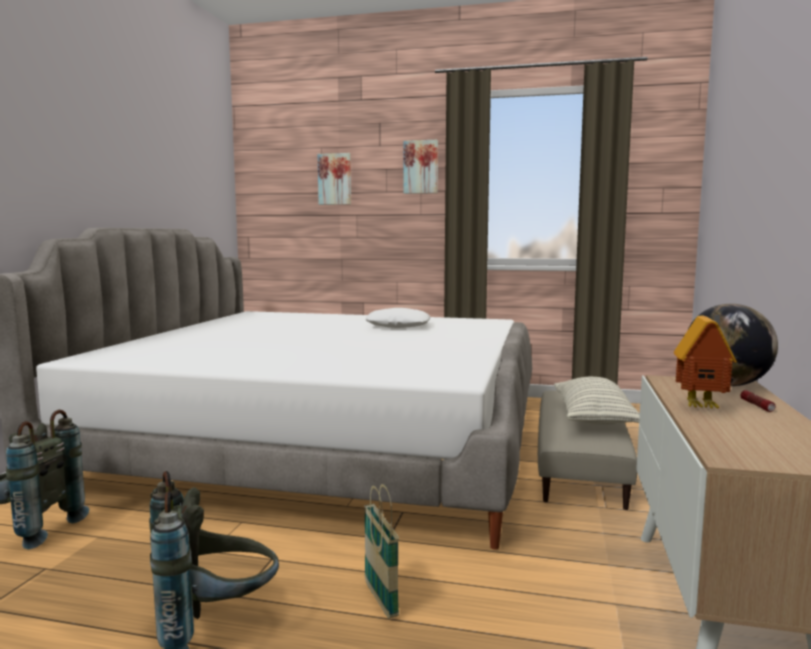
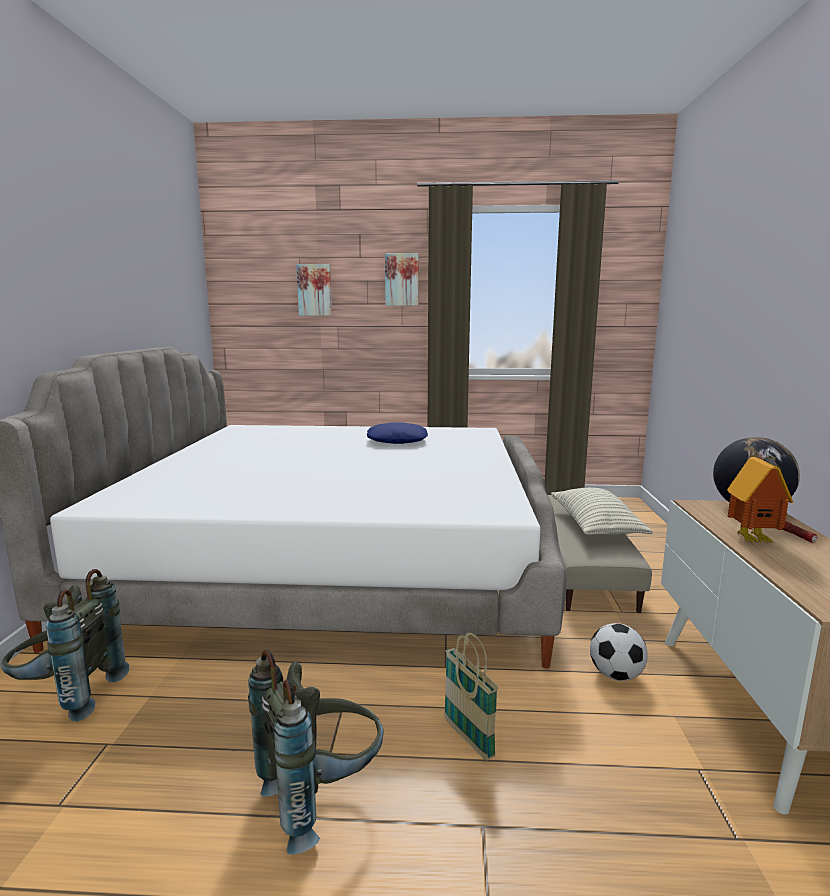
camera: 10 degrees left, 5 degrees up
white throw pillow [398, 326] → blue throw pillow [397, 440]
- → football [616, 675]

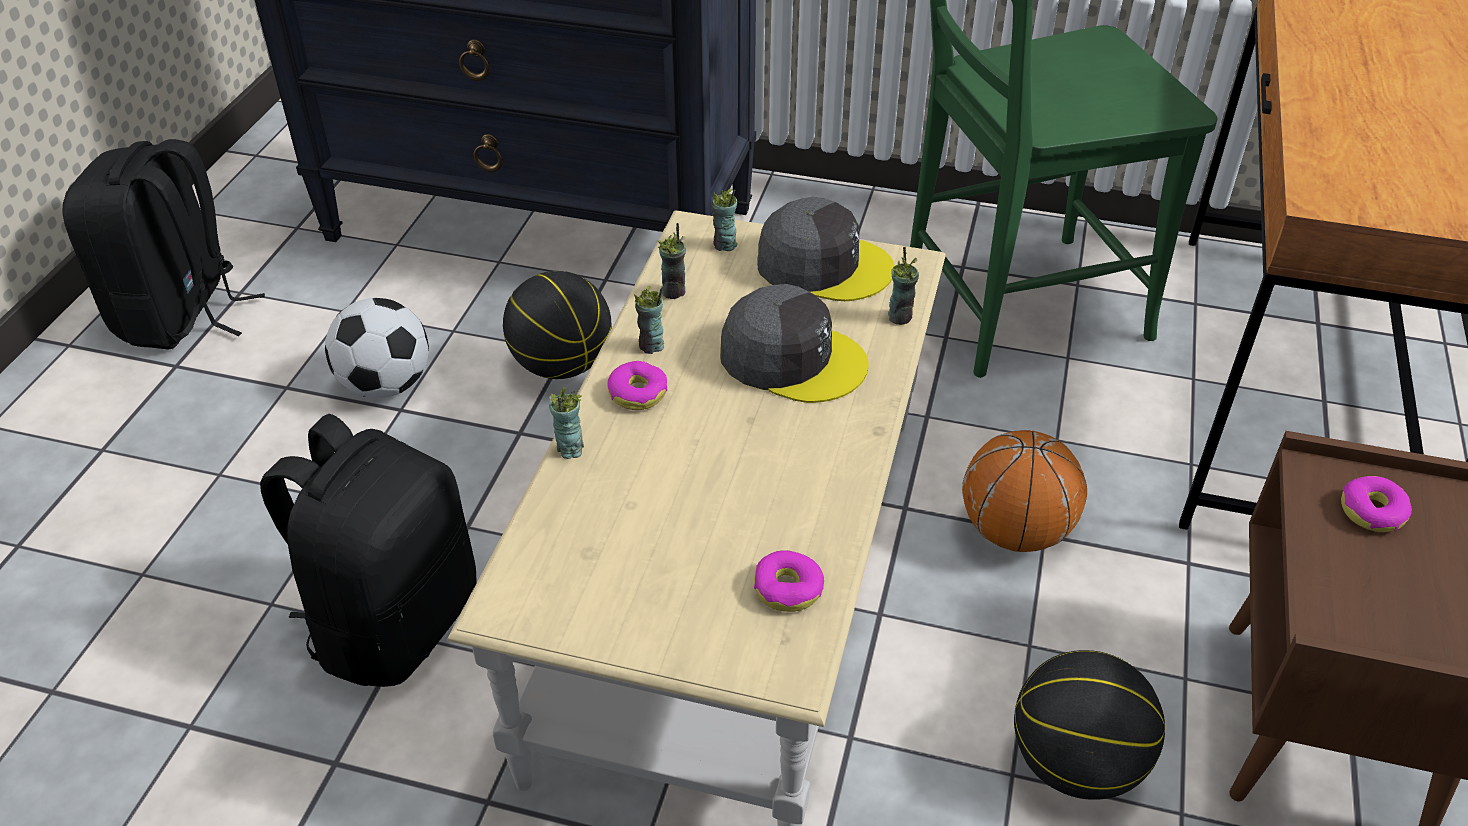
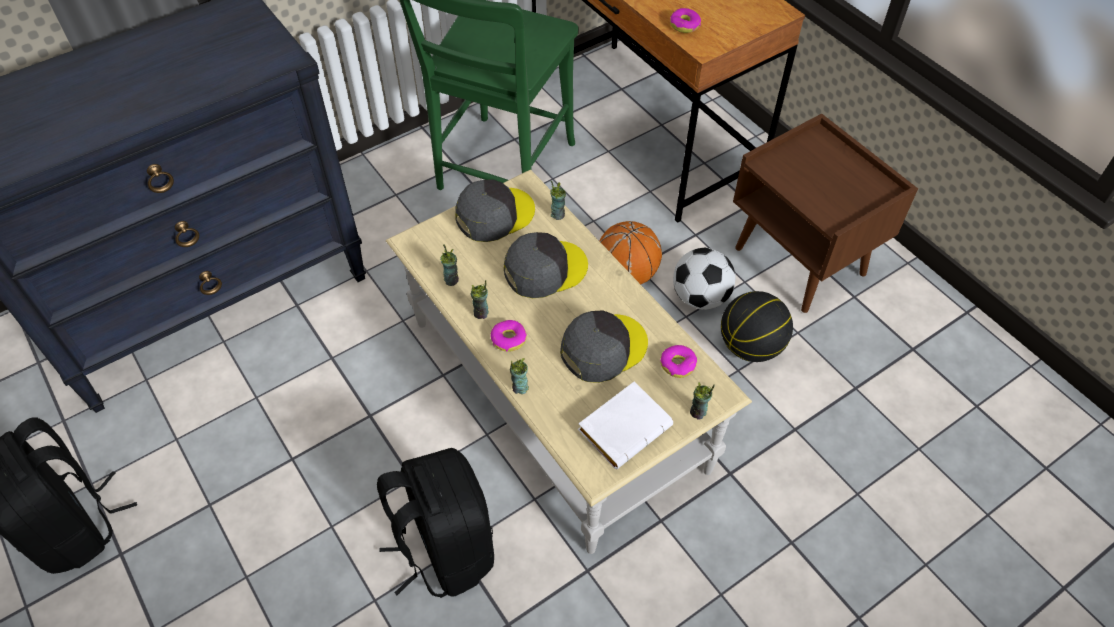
camera: 50 degrees left, 10 degrees up
football [386, 385] → football [700, 297], moved
ball for basketball [562, 365] → -
small cup [724, 245] → small cup [698, 412], moved
doughnut [1371, 512] → doughnut [684, 25], moved
- → grey peaked cap [603, 348]
- → white bound book [624, 426]

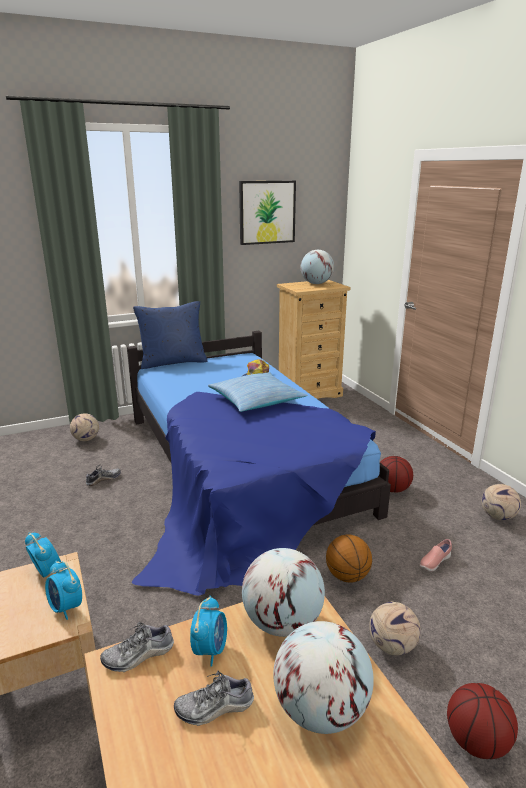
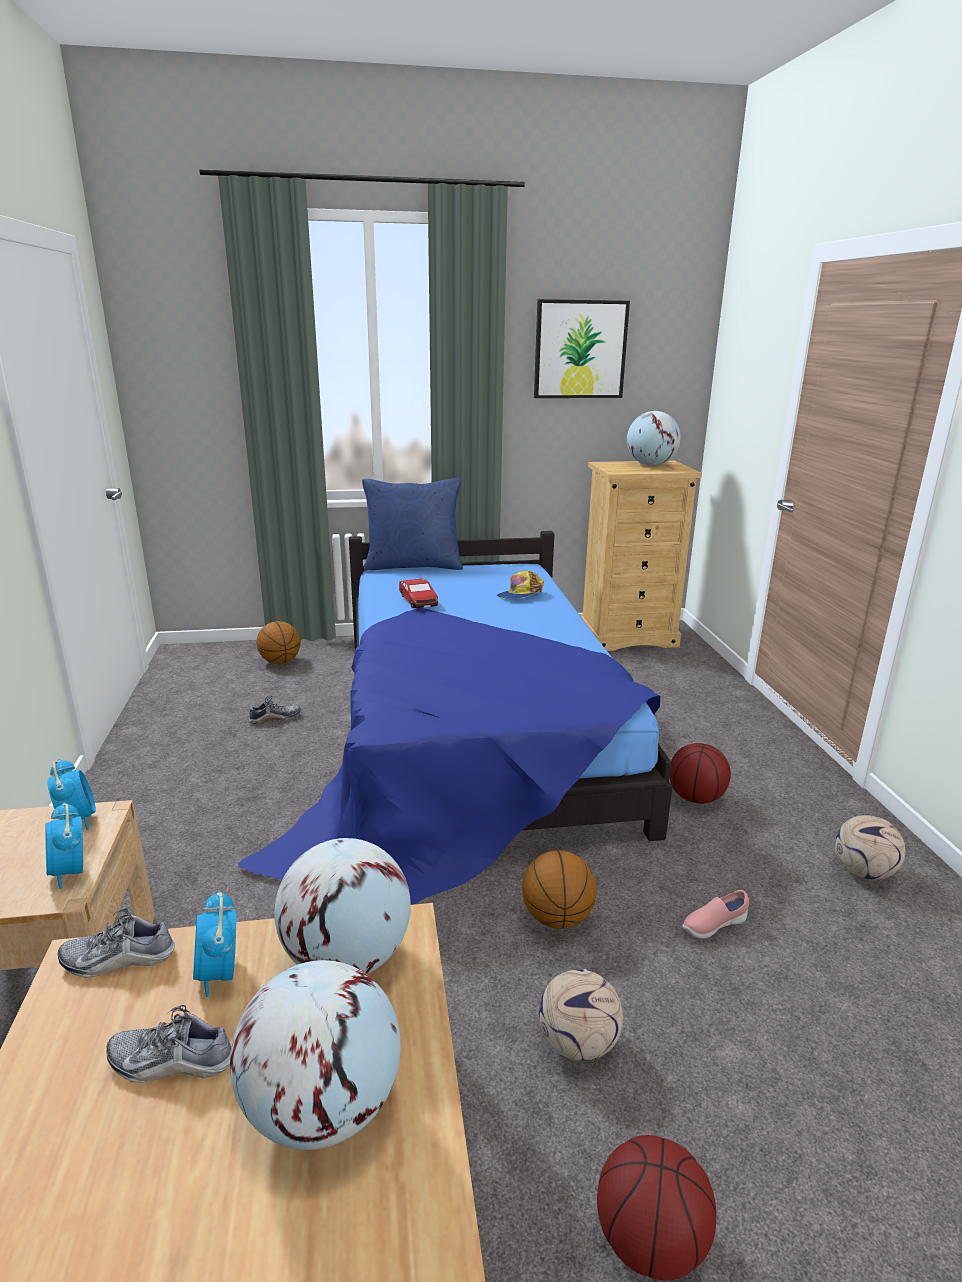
camera: 15 degrees right, 0 degrees up
football [86, 439] → ball for basketball [280, 661]
alarm clock [210, 649] → alarm clock [219, 974], 135 degrees clockwise
throw pillow [256, 400] → -
- → miniature car [418, 600]

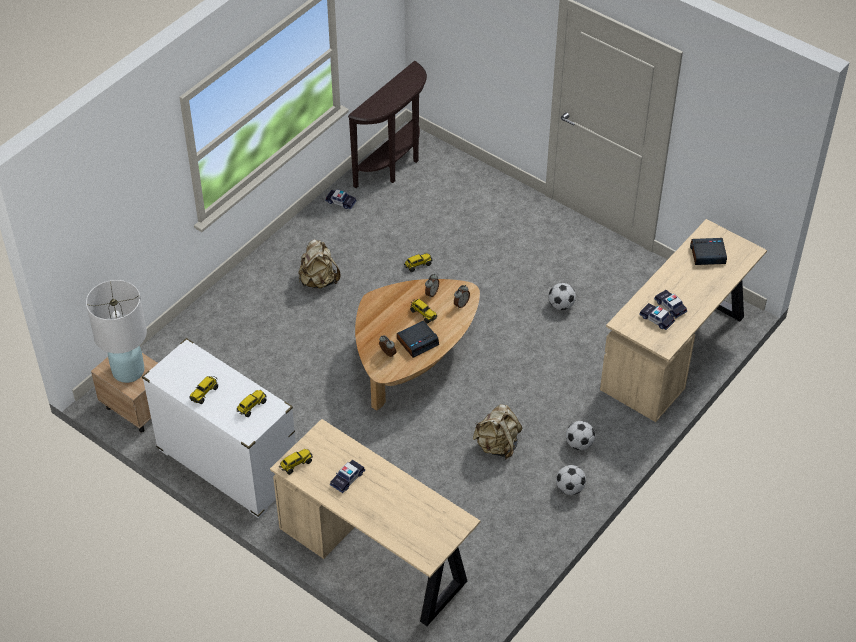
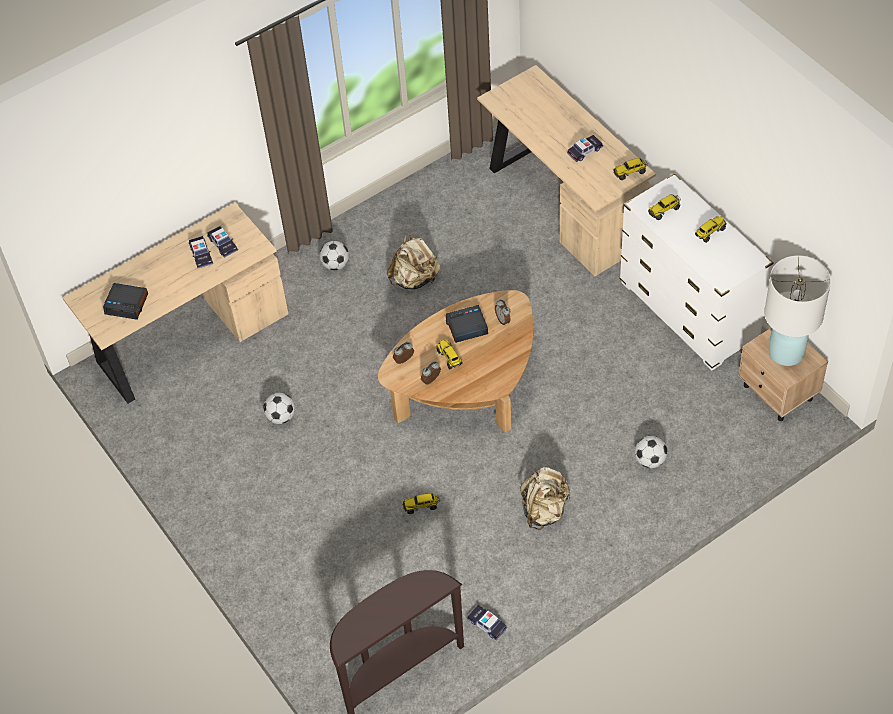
camera: 160 degrees left, 5 degrees up
football [570, 488] → football [650, 460], moved

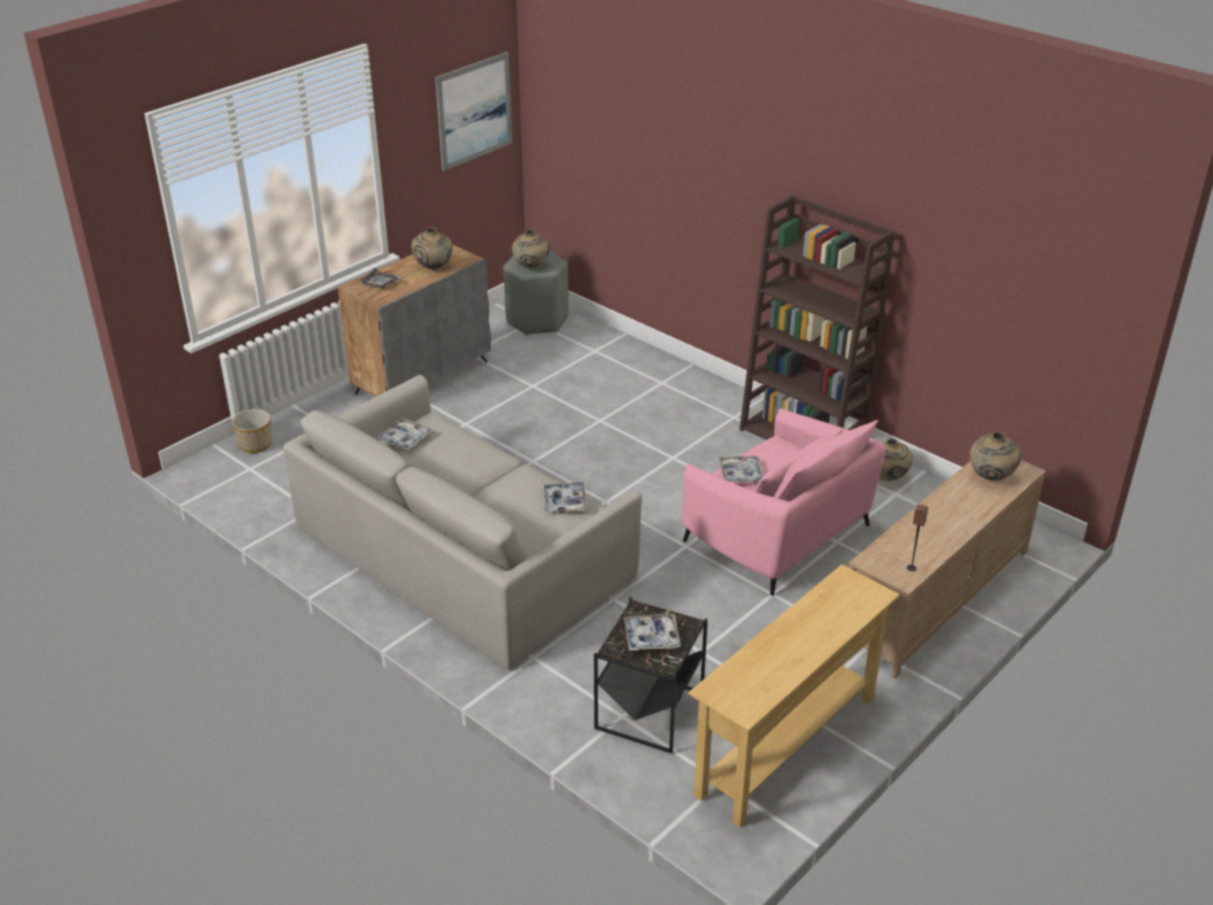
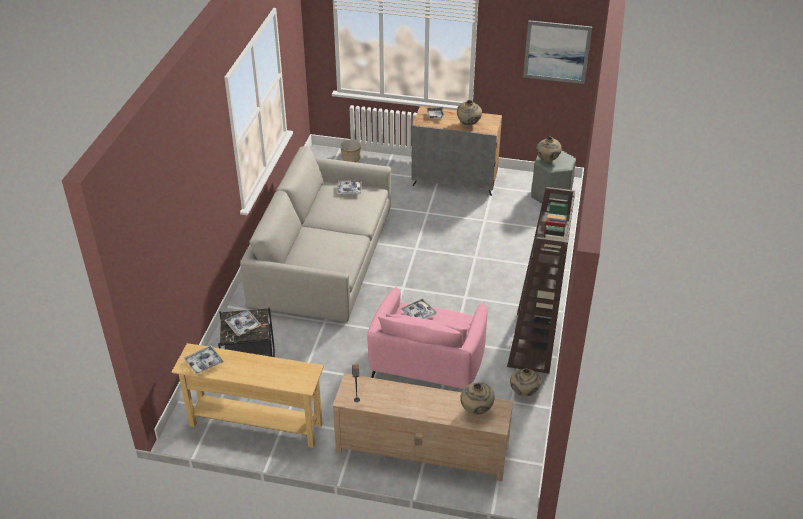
camera: 60 degrees right, 5 degrees up
tray [564, 502] → tray [204, 362], moved

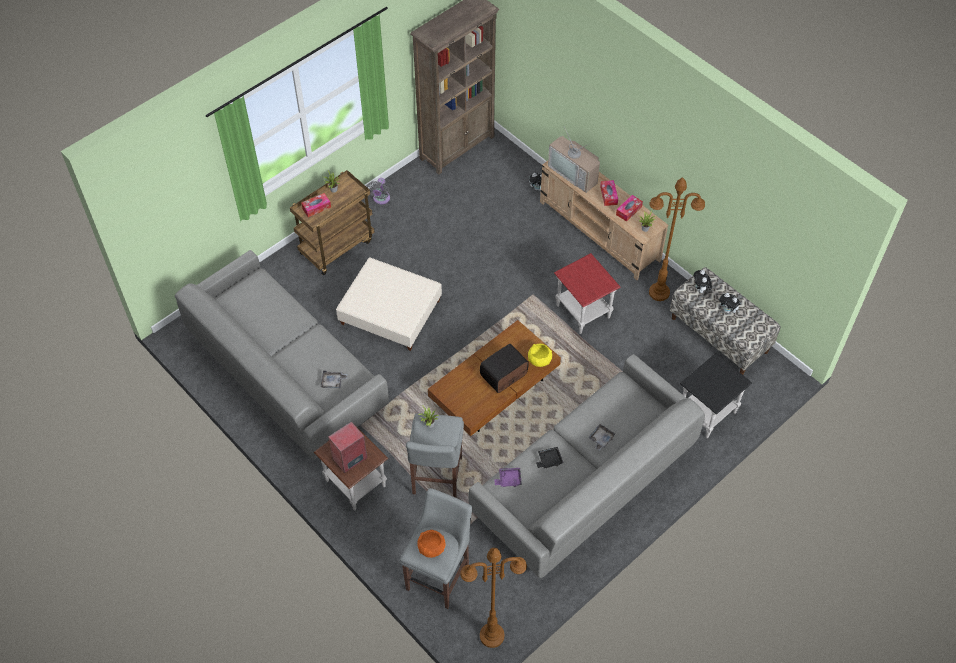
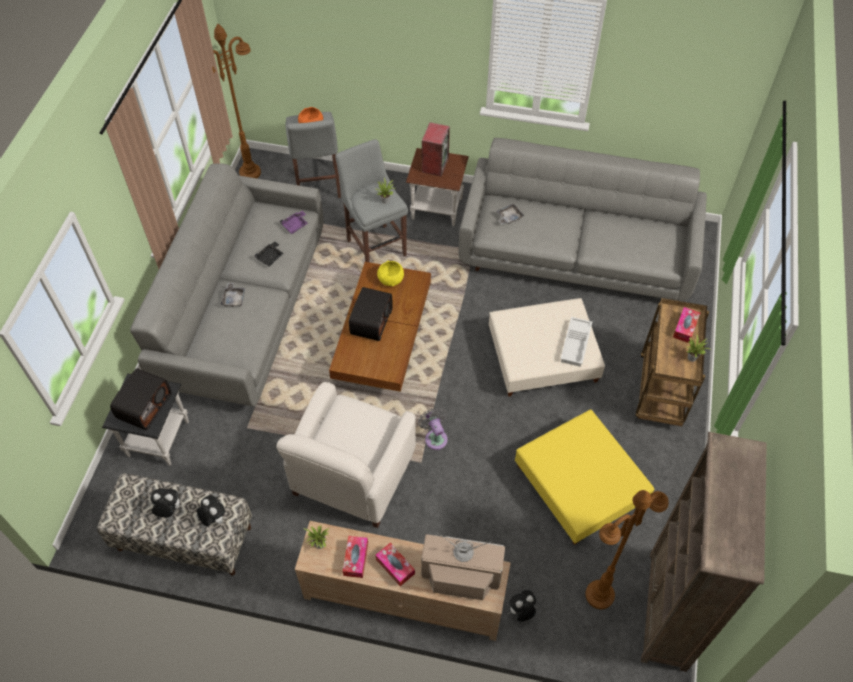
camera: 145 degrees right, 0 degrees up
grey electric fan [381, 199] → grey electric fan [435, 437], moved
yellow-coloured deep dish [539, 359] → yellow-coloured deep dish [390, 279], moved
red-coloured end table [583, 312] → white lounge chair [353, 475]
brownish standing lamp [659, 292] → brownish standing lamp [599, 595], moved
- → radio set [144, 406]
- → yellow-coloured ottoman [579, 484]
- → white tray [576, 344]

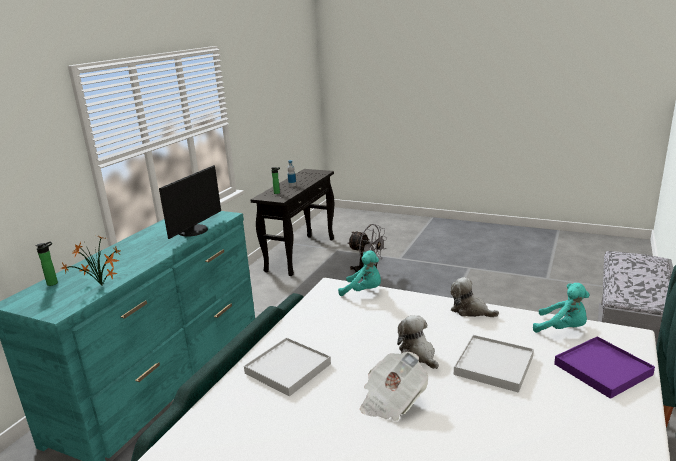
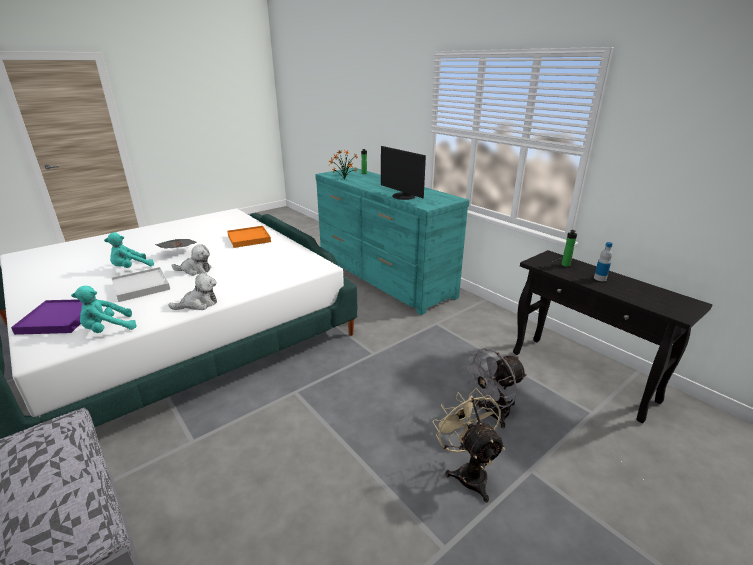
camera: 115 degrees right, 5 degrees up
white tray [288, 368] → orange-coloured tray [249, 239]
turquoise-coloured cuddly toy [364, 291] → turquoise-coloured cuddly toy [131, 268], moved
- → sand-coloured electric fan [468, 472]

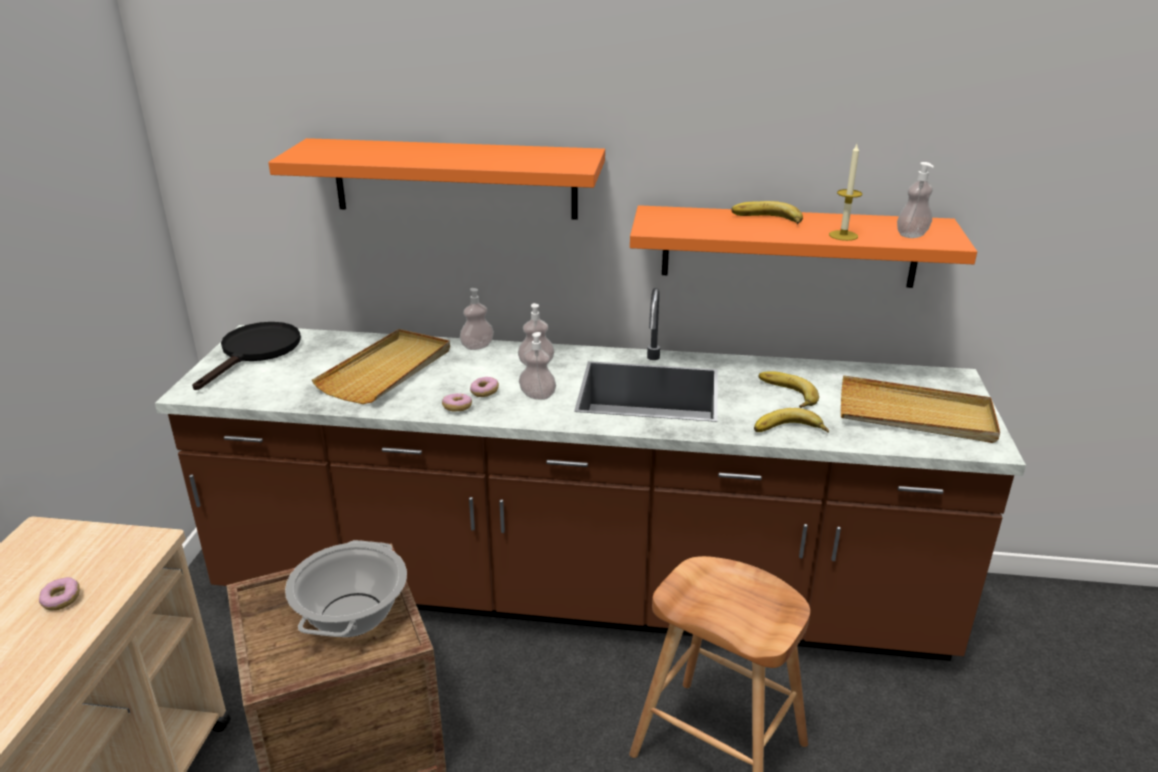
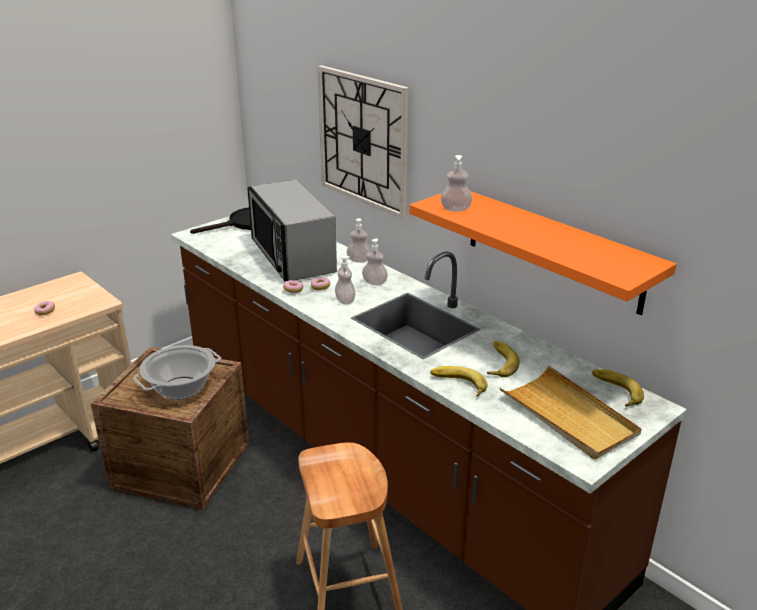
camera: 40 degrees right, 0 degrees up
orange-coloured shelf [455, 179] → clock on the wall [363, 140]
sand-coloured tray [387, 370] → microwave [292, 256]
whole banana [766, 220] → whole banana [614, 391], moved
candle [843, 235] → -
soap bottle [912, 235] → soap bottle [455, 209], moved

